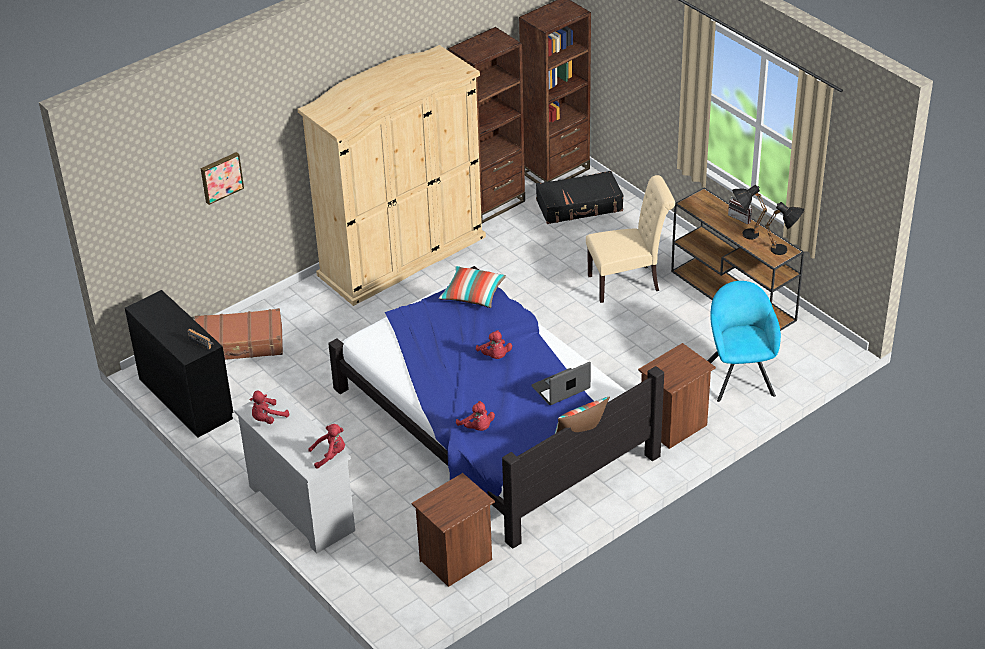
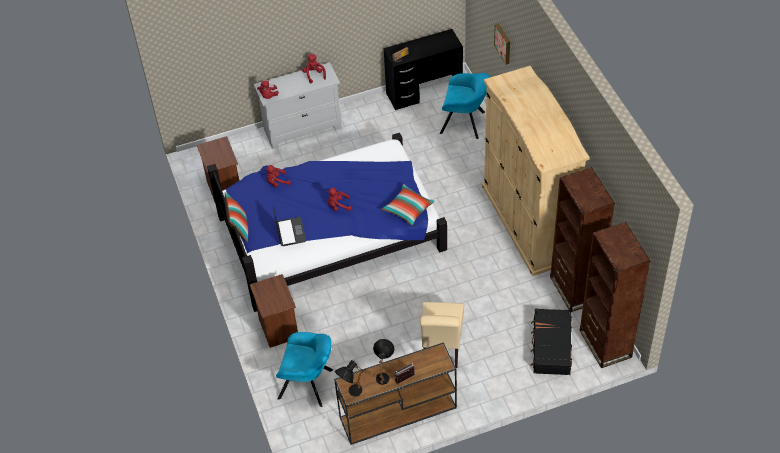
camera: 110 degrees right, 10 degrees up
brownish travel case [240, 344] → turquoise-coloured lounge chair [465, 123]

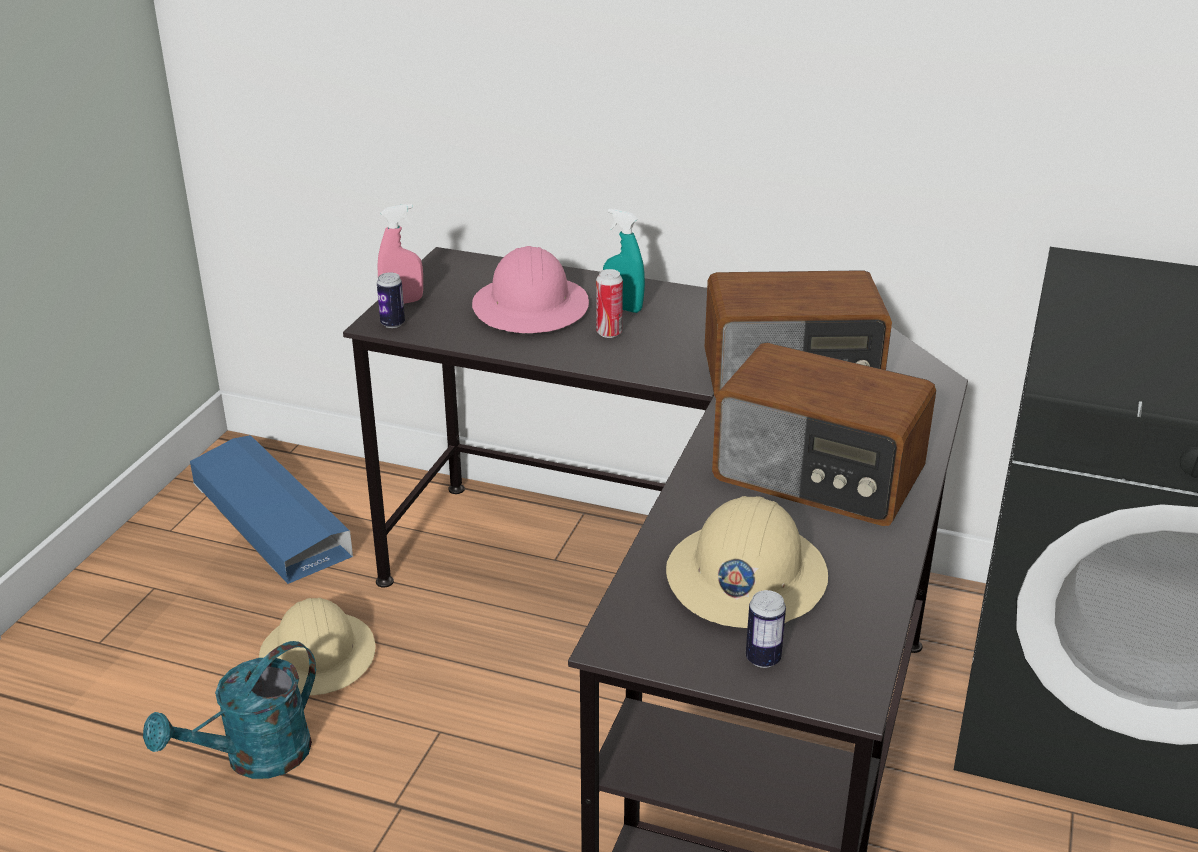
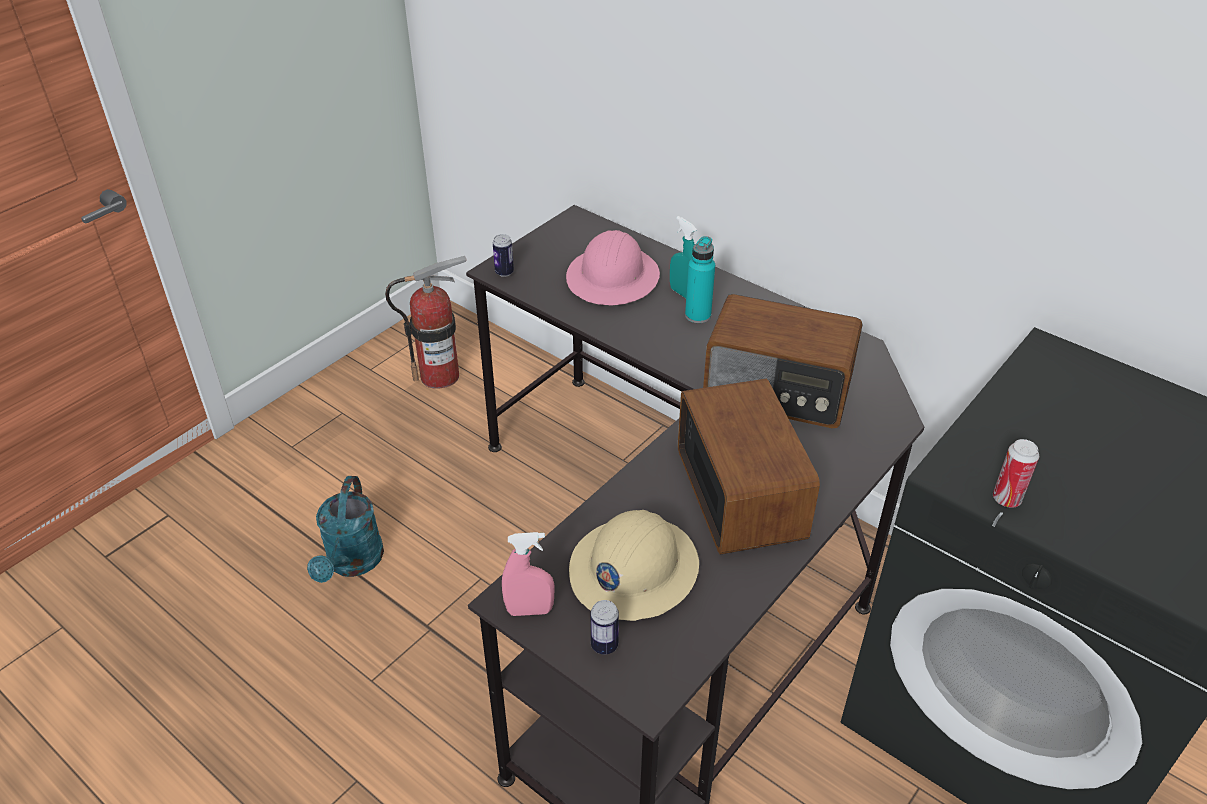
camera: 20 degrees right, 10 degrees up
turquoise-coloured sprinkling can [254, 758] → turquoise-coloured sprinkling can [352, 563], 60 degrees counterclockwise
blue storage bin [270, 518] → fire-fighting cylinder [439, 375]
sand-coloured safety helmet [318, 655] → -
pink spray bottle [403, 302] → pink spray bottle [529, 610], moved
can [609, 333] → can [1006, 499], moved
radio set [818, 477] → radio set [742, 492], 150 degrees counterclockwise
- → turquoise-coloured beverage bottle [698, 315]

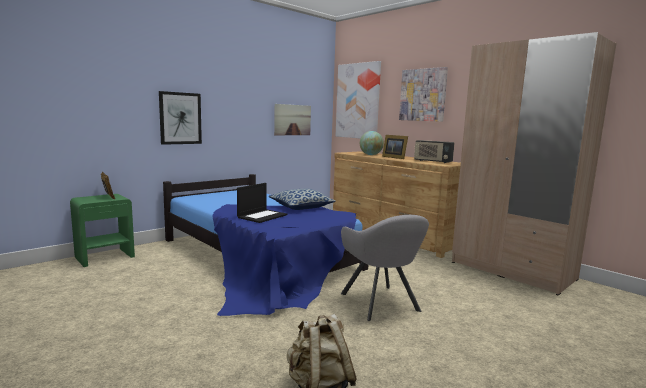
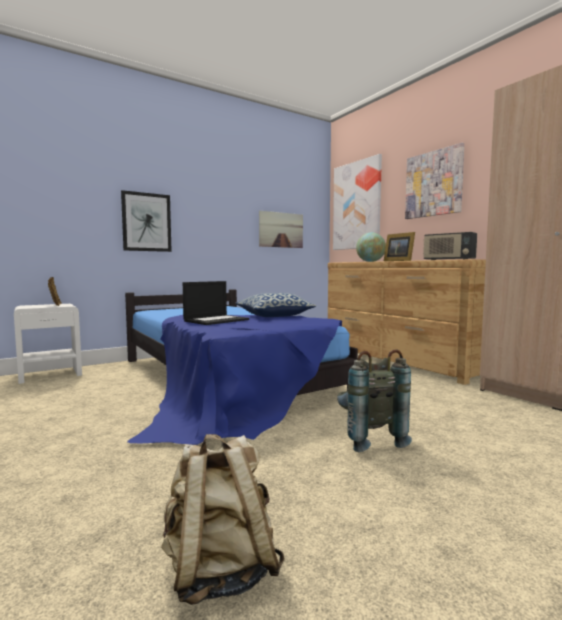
camera: 10 degrees right, 5 degrees down
green-coloured nightstand [105, 257] → white nightstand [51, 374]
grey lounge chair [381, 304] → grey knapsack [368, 438]

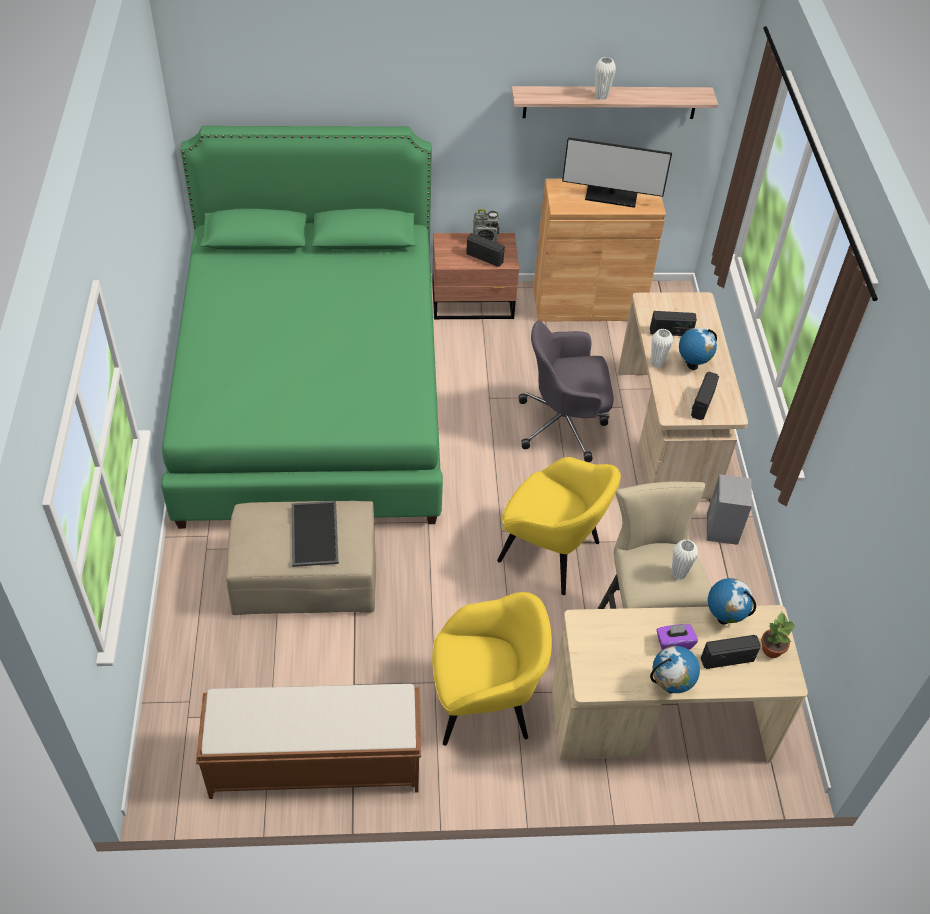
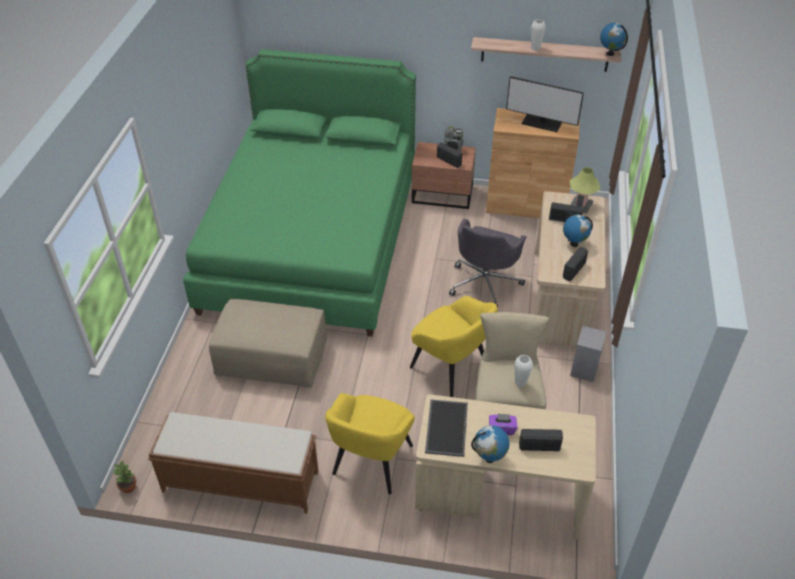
camera: 15 degrees right, 5 degrees down
tray [313, 533] → tray [445, 427], moved
yellow-coloured lounge chair [484, 703] → yellow-coloured lounge chair [372, 461], 105 degrees clockwise
grey desk chair [564, 424] → grey desk chair [485, 283], 75 degrees counterclockwise
white flower vase [657, 363] → -
desk globe [723, 618] → desk globe [610, 53], moved
potted plant [771, 649] → potted plant [128, 487], moved
- → table lamp [580, 206]

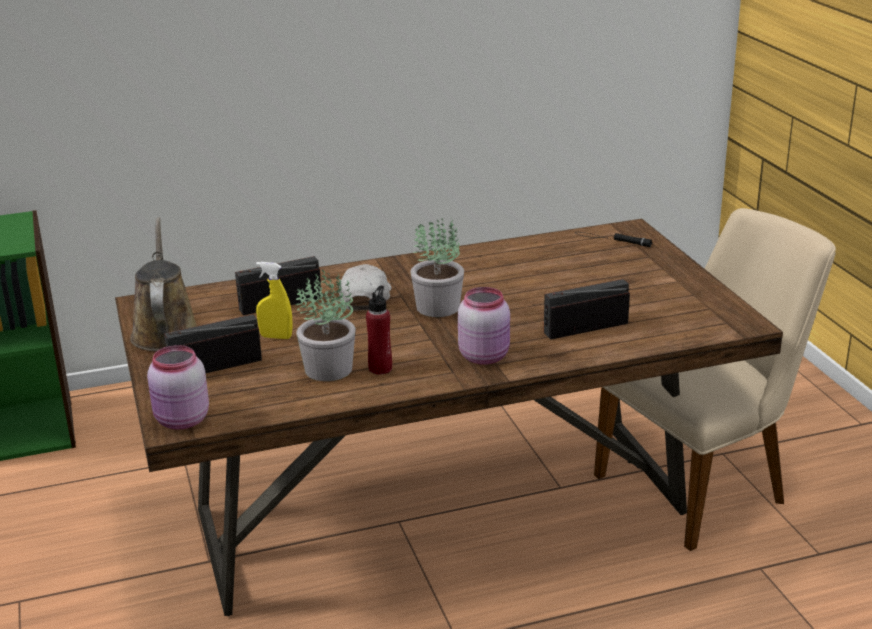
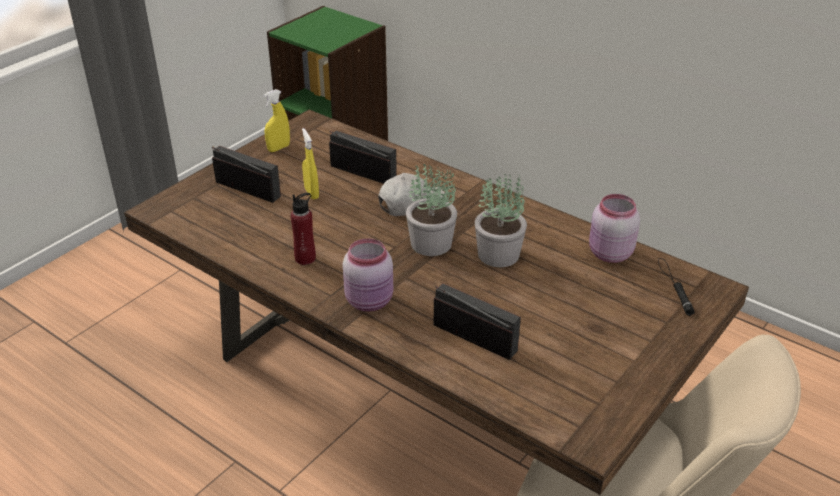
camera: 55 degrees right, 10 degrees up
brownish sprinkling can [165, 331] → yellow-coloured spray bottle [278, 148]
pink preserve jar [181, 421] → pink preserve jar [609, 254], moved
potted plant [329, 369] → potted plant [499, 255], moved

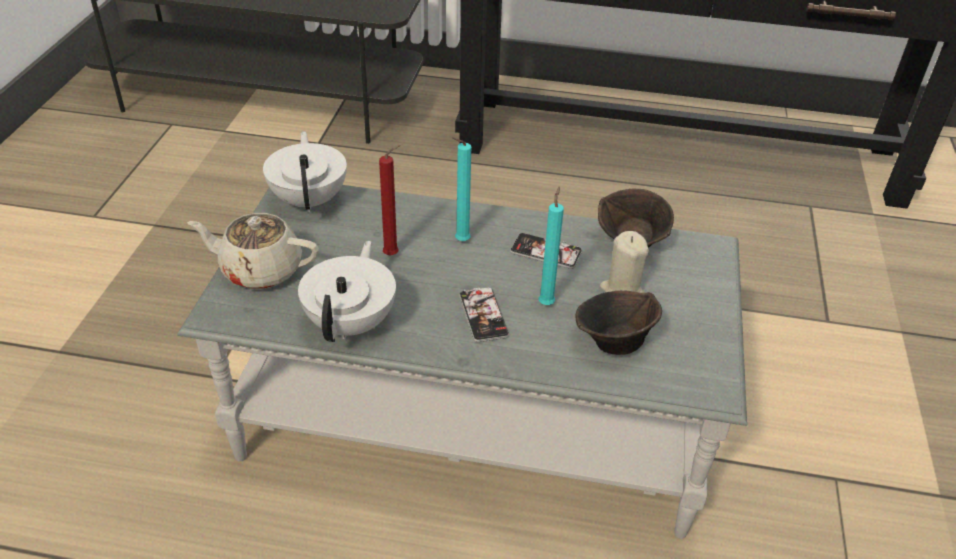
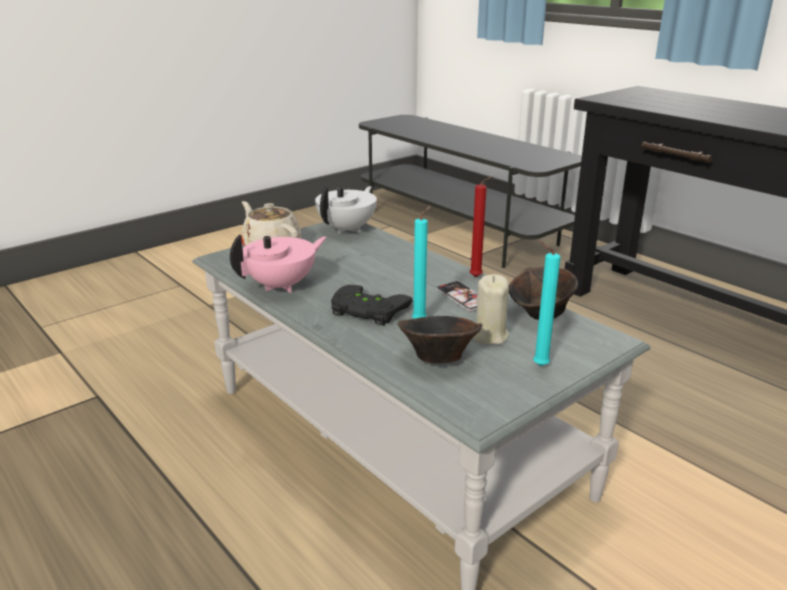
camera: 40 degrees right, 15 degrees down
white teapot [352, 322] → pink teapot [282, 285]
red-coloured candle [393, 255] → red-coloured candle [477, 277], moved
turquoise-coloured candle [460, 241] → turquoise-coloured candle [537, 365], moved
phone [483, 315] → black-coloured joypad [367, 311]

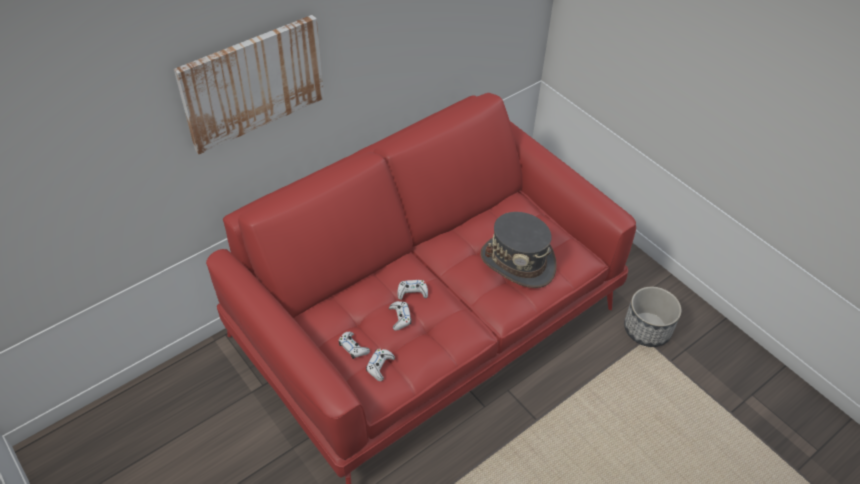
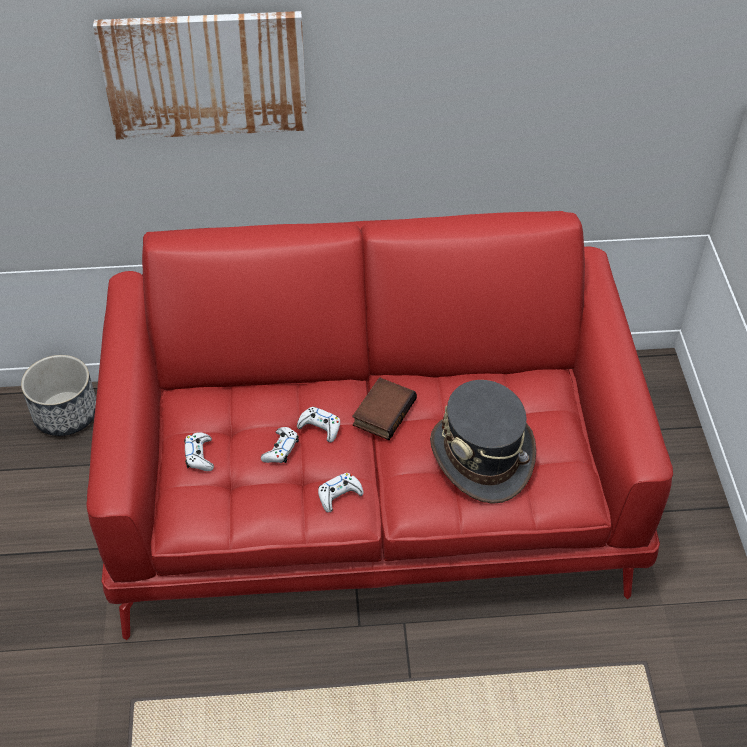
camera: 35 degrees right, 0 degrees up
white joypad [380, 366] → white joypad [339, 495], moved
planter [647, 329] → planter [66, 413], moved
- → bound book [383, 411]

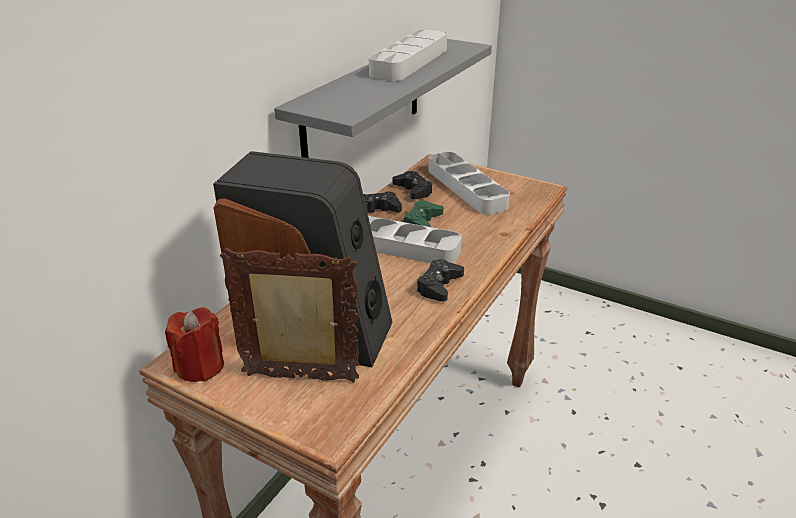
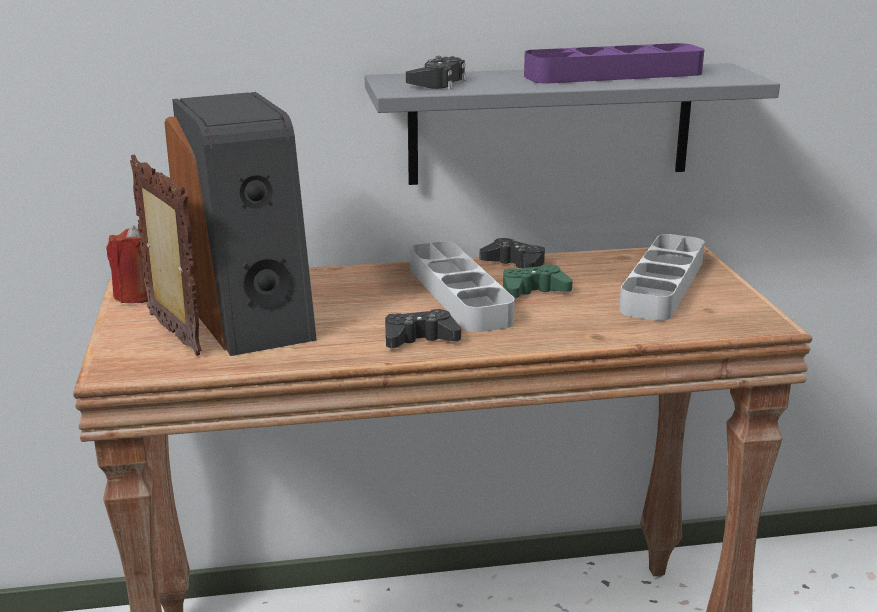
camera: 50 degrees right, 10 degrees down
grey tray [410, 61] → purplish tray [613, 74]
black-coloured joypad [413, 190] → black-coloured joypad [437, 82], moved

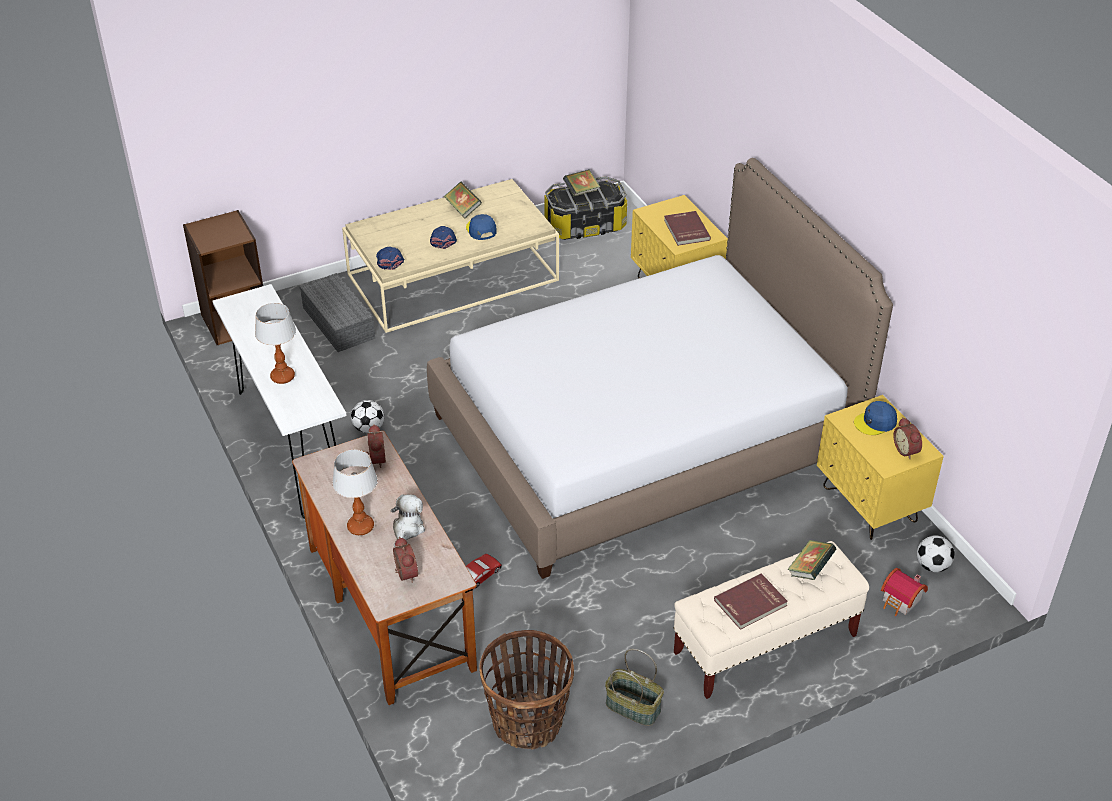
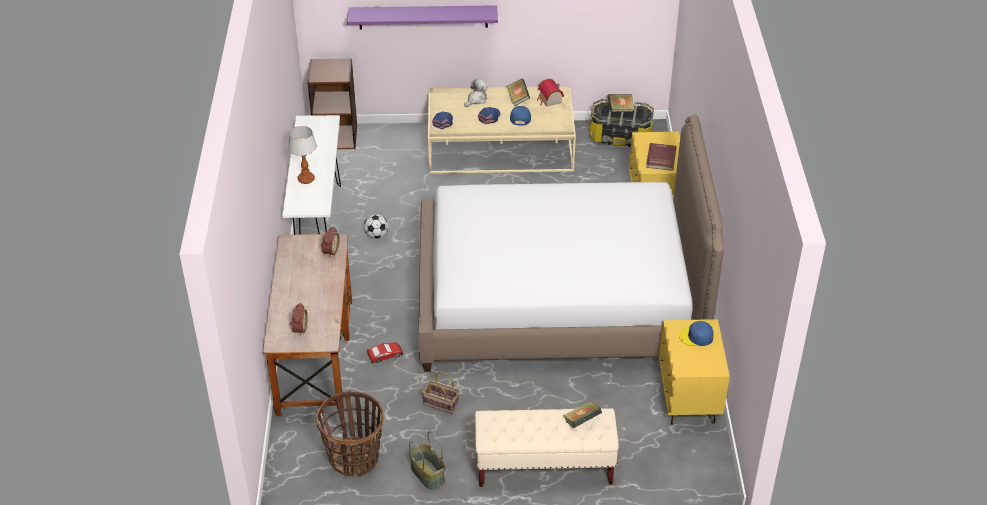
camera: 25 degrees right, 0 degrees up
grey storage bin [340, 323] → -
table lamp [361, 526] → -
cuddly toy [407, 529] → cuddly toy [476, 100], moved
red-coloured bound book [751, 604] → -
toy house [901, 602] → toy house [549, 100], moved
alarm clock [907, 450] → -
football [932, 566] → -
- → purplish shelf [423, 17]
- → basket [440, 403]

